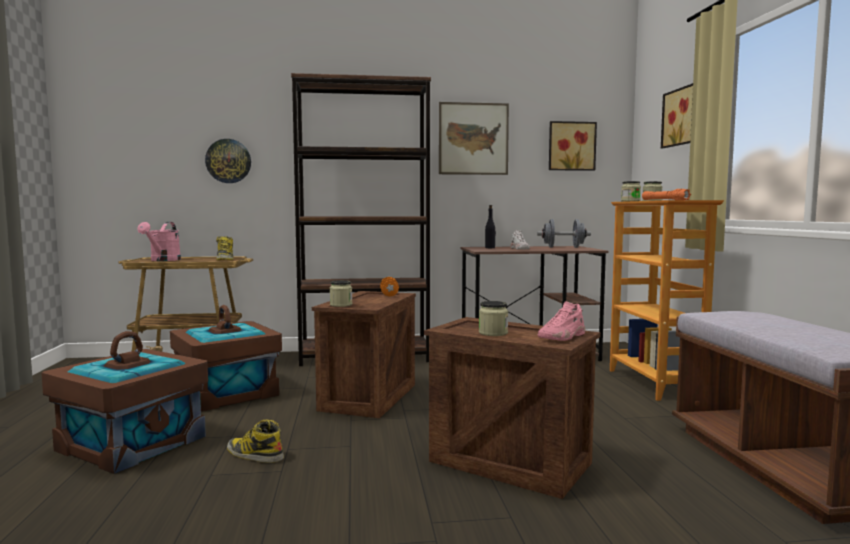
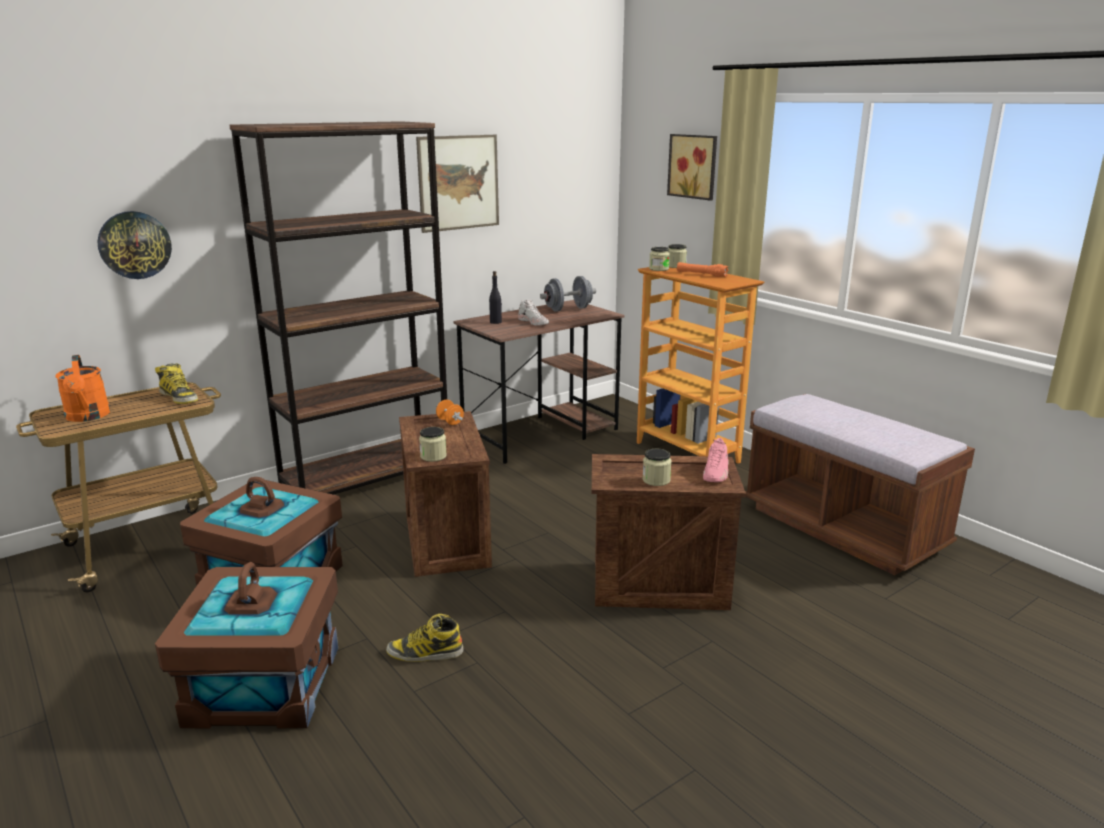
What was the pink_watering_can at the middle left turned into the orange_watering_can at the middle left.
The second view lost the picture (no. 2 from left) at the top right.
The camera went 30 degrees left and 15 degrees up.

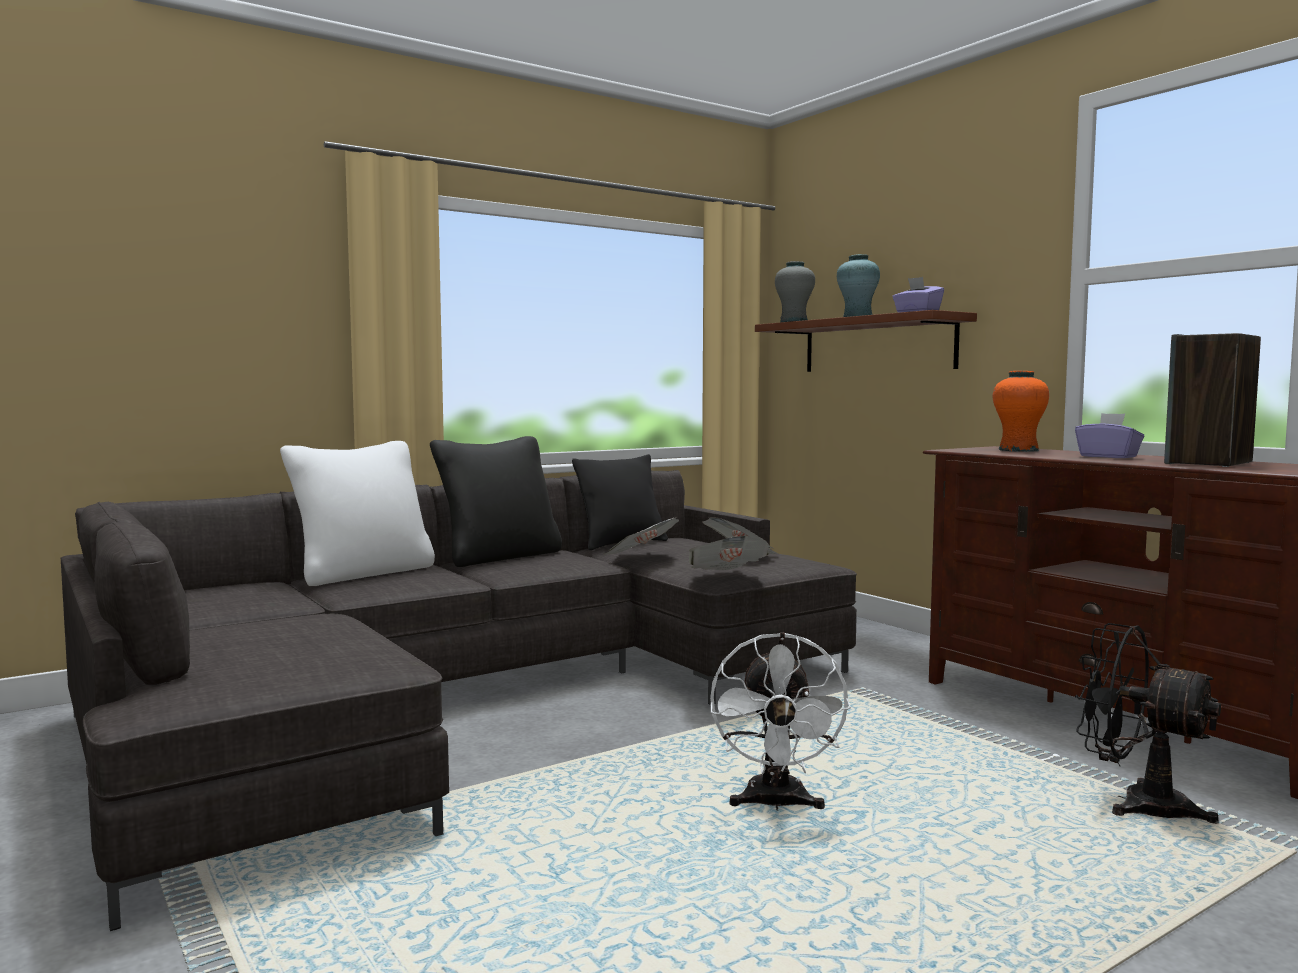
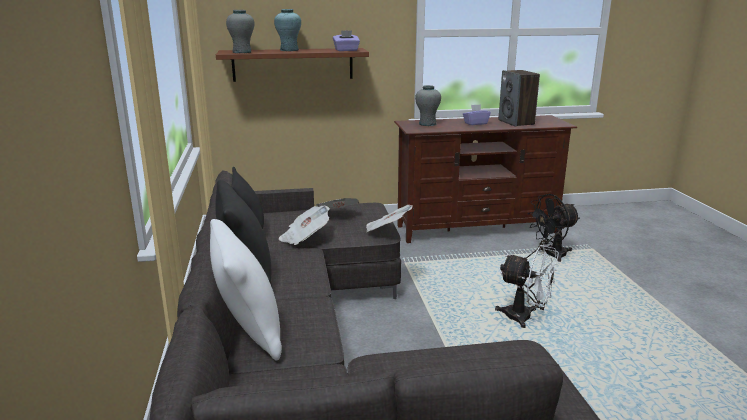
What was the orange_vase at the middle right turned into the grey_vase (no. 2 from left) at the top centre.
The camera went 65 degrees left and 15 degrees up.

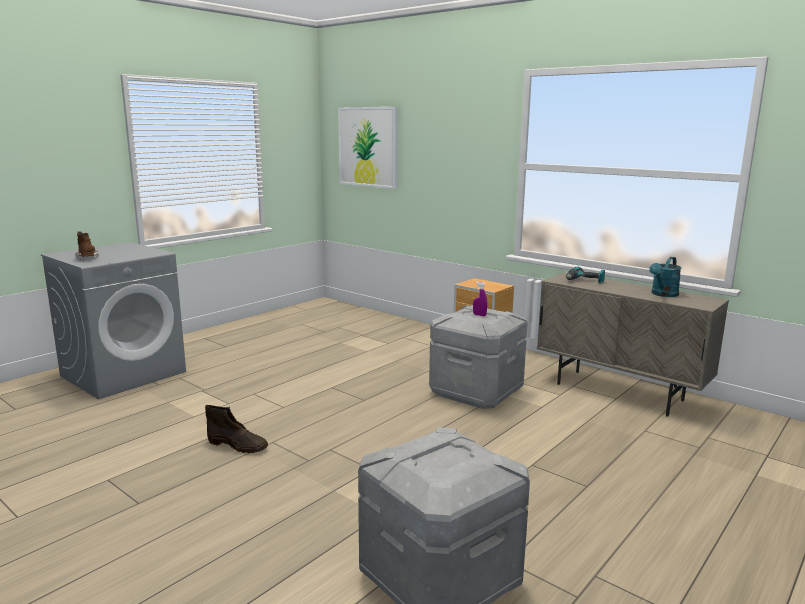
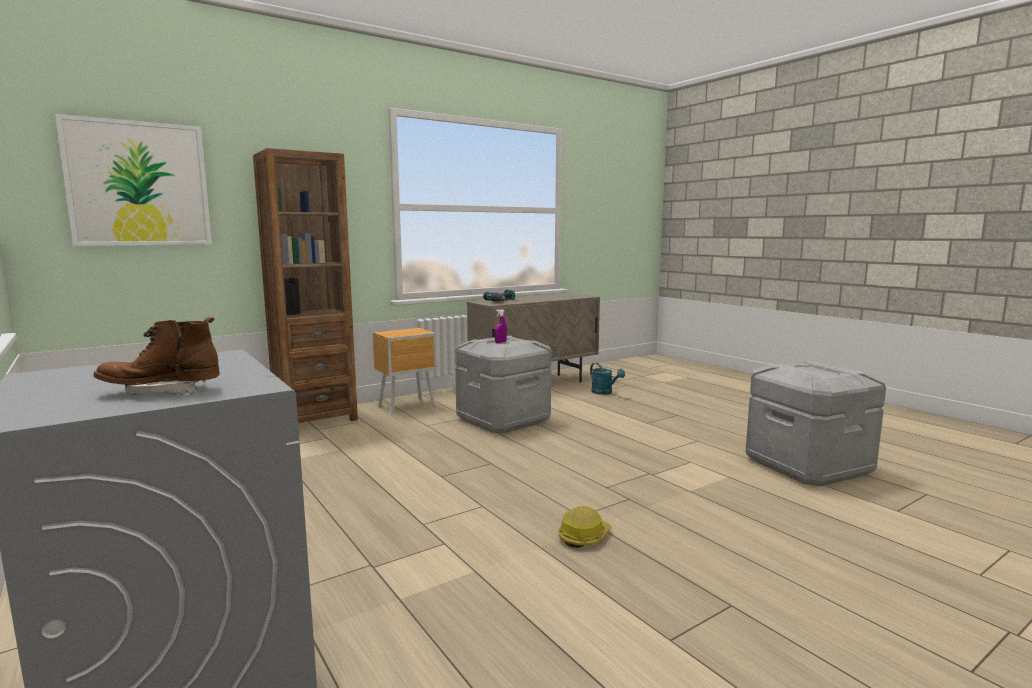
Where the brown_boot (no. 2 from left) stood at the bottom left, the hard_hat came to stand at the bottom centre.
The turquoise_watering_can ended up elsewhere, having gone from the middle right to the centre.
The second view gained the brown_bookcase at the middle left.
The camera went 75 degrees left and 5 degrees down.

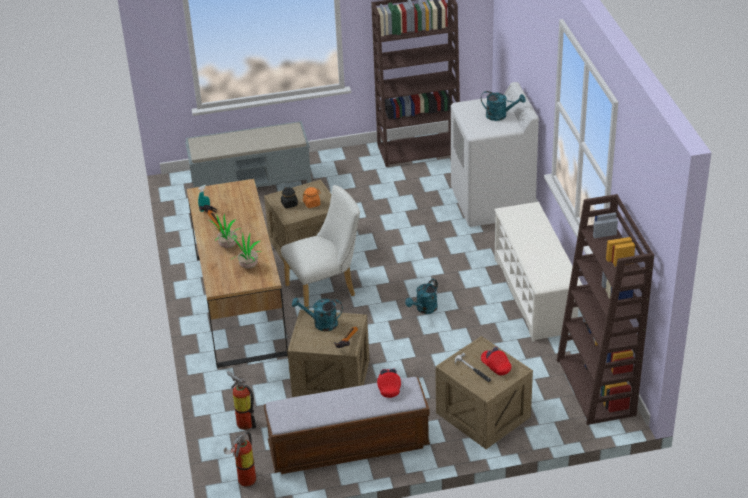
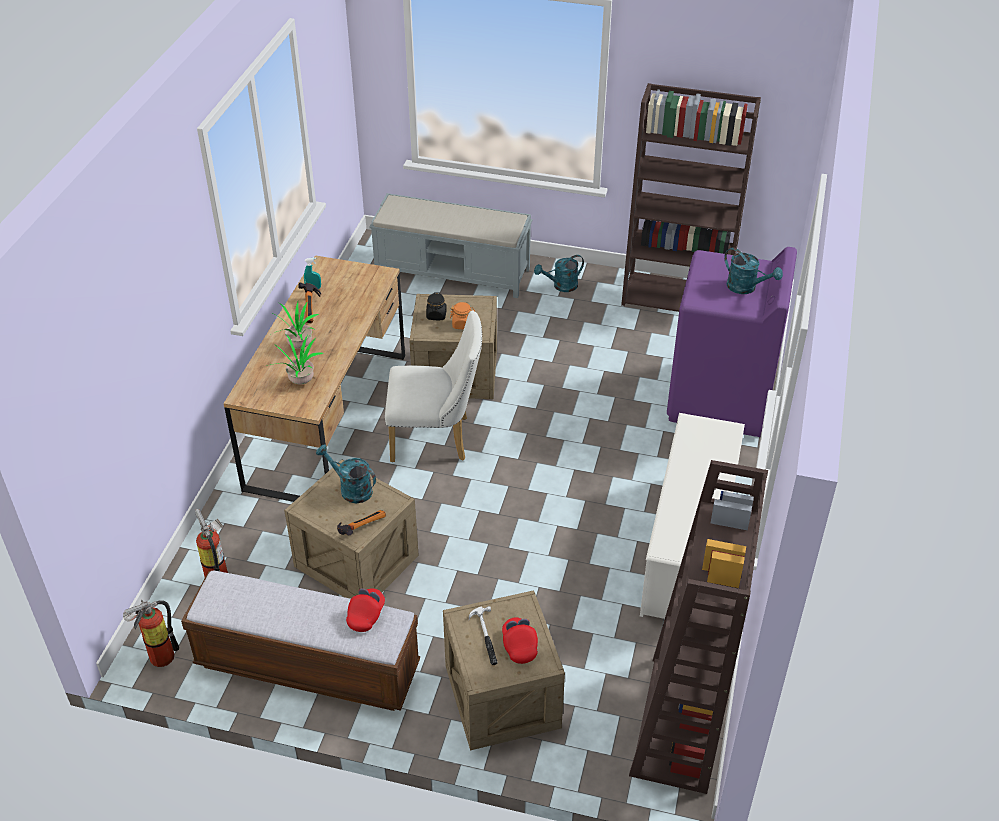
The turquoise_watering_can (no. 2 from left) ended up elsewhere, having gone from the centre to the top centre.
What was the white_washing_machine at the top centre turned into the purple_washing_machine at the middle right.
The camera went 25 degrees right and 5 degrees up.

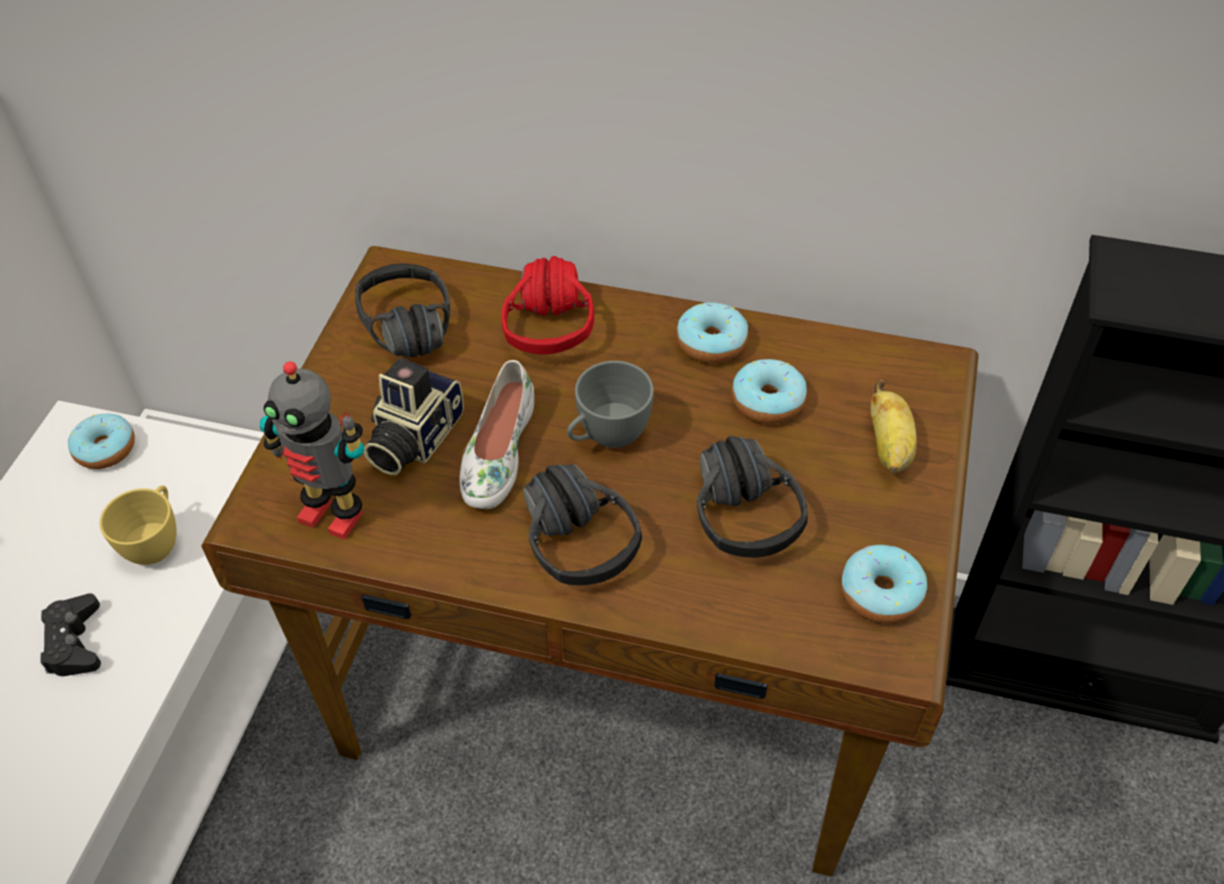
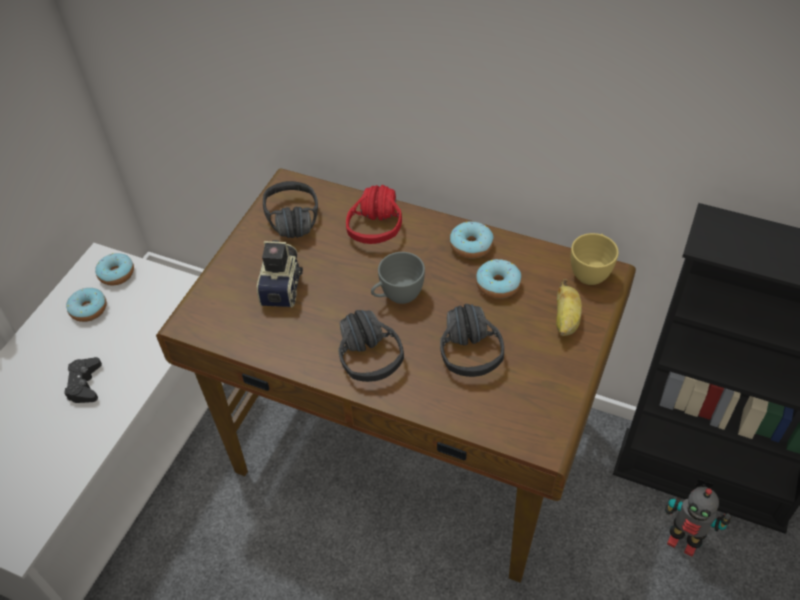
The yellow_cup ended up elsewhere, having gone from the middle left to the middle right.
The toy_robot ended up elsewhere, having gone from the middle left to the bottom right.
The photo_camera at the centre ended up facing another way, 150 degrees clockwise from before.
The second view lost the white_shoe at the centre.
The donut (no. 4 from left in the first image) ended up elsewhere, having gone from the middle right to the middle left.
The camera went 10 degrees right and 0 degrees up.

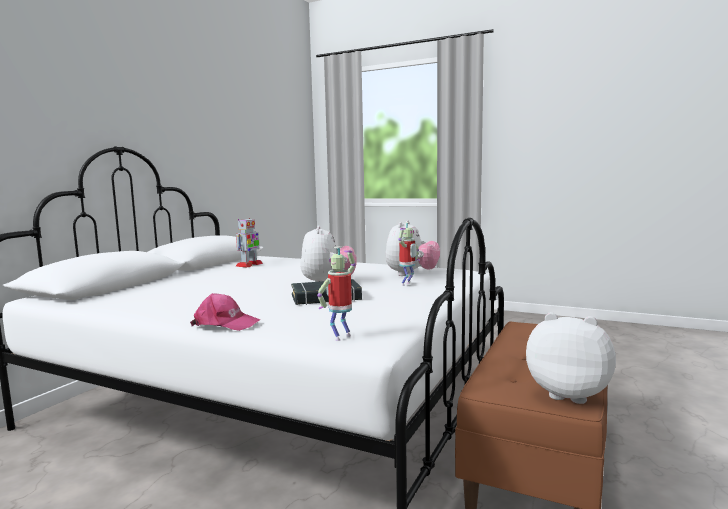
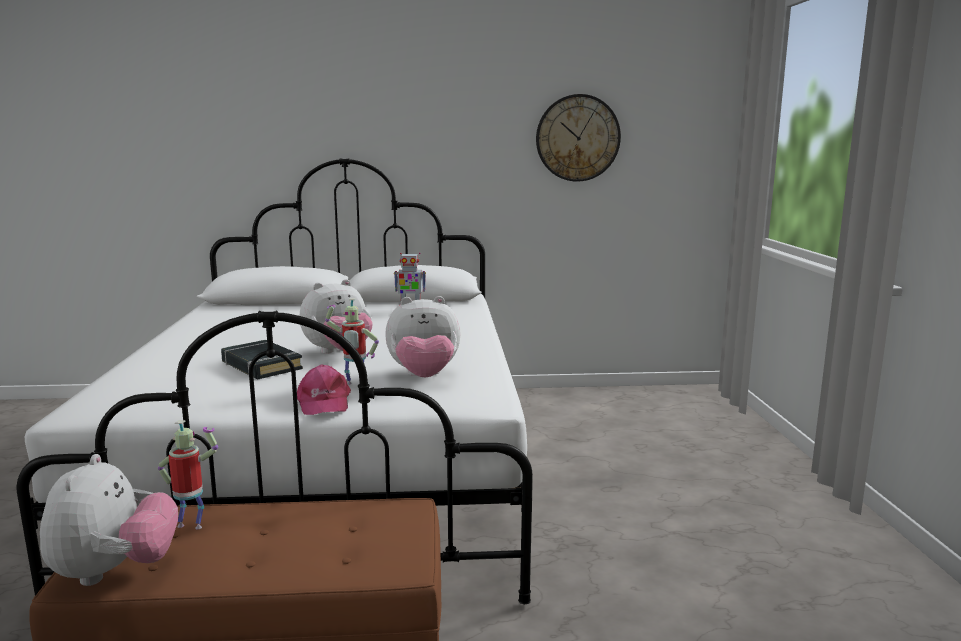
The pink_cap ended up elsewhere, having gone from the middle left to the centre.
The toy_robot (no. 2 from left in the first image) ended up elsewhere, having gone from the centre to the bottom left.
The second view gained the wall_clock at the top centre.
The camera went 60 degrees right and 5 degrees up.

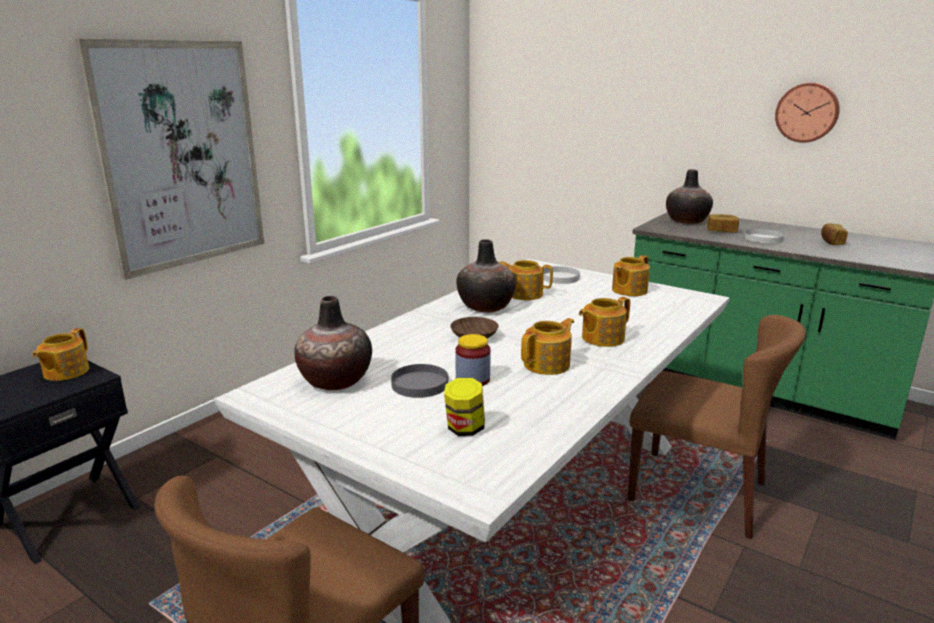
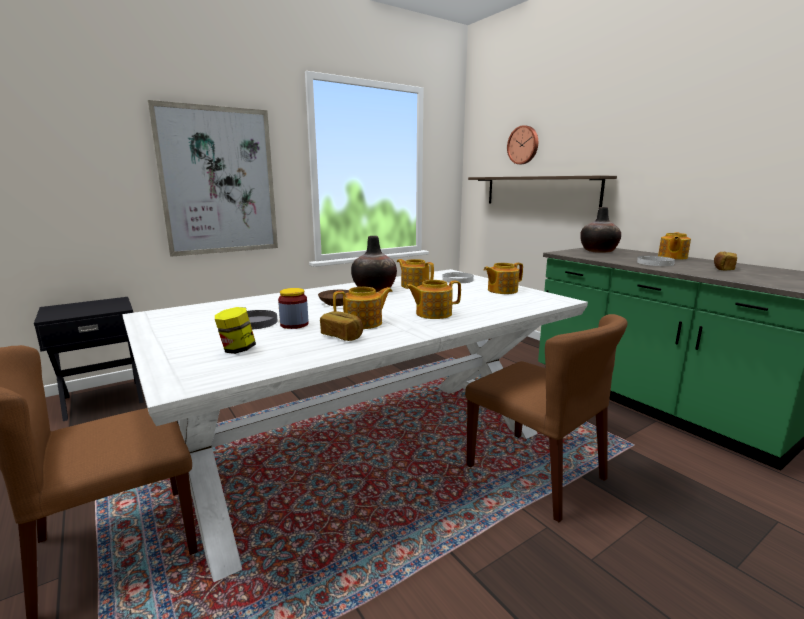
The teapot (no. 1 from left in the first image) ended up elsewhere, having gone from the middle left to the middle right.
The second view lost the vase (no. 1 from left) at the centre.
The bread (no. 1 from left) ended up elsewhere, having gone from the middle right to the centre.
The wall_clock ended up elsewhere, having gone from the top right to the top centre.
The second view gained the shelf at the top right.
The camera went 20 degrees right and 5 degrees down.

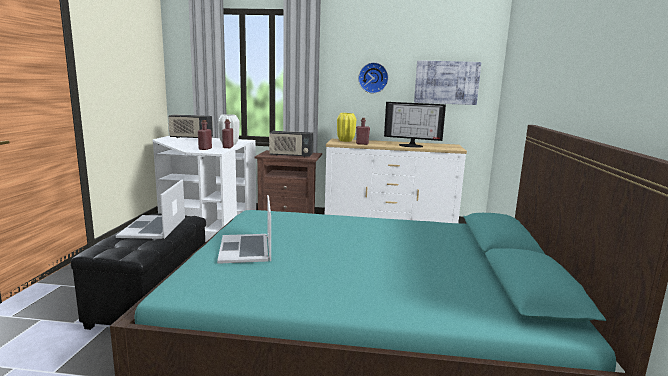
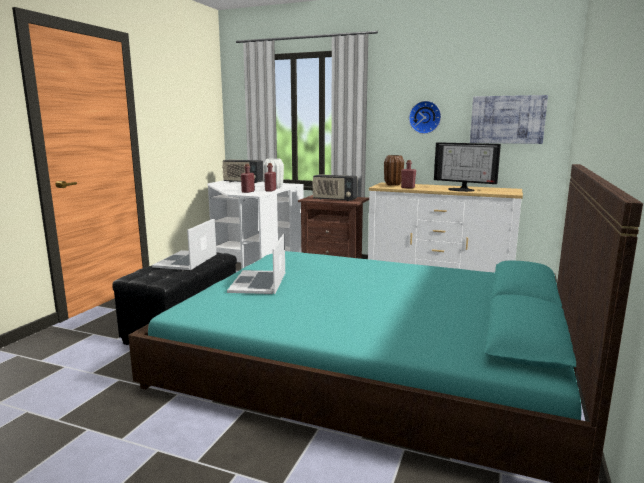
What was the yellow_vase at the centre turned into the brown_vase at the centre.
The camera went 15 degrees right and 0 degrees up.

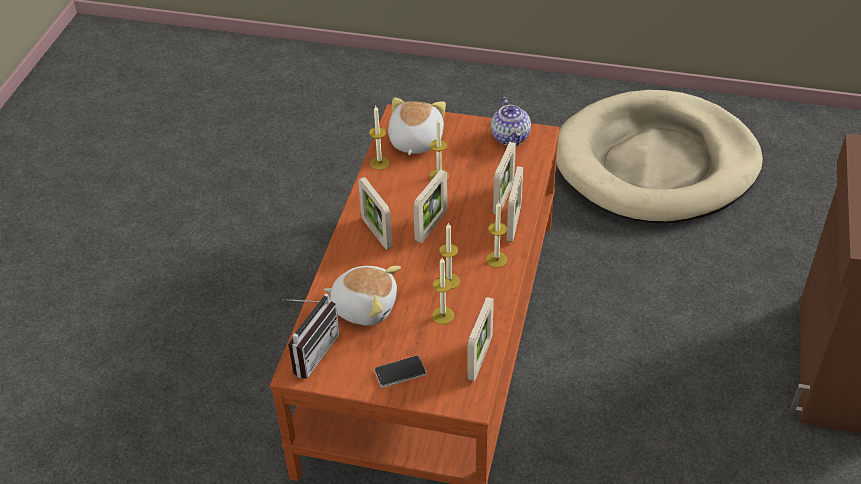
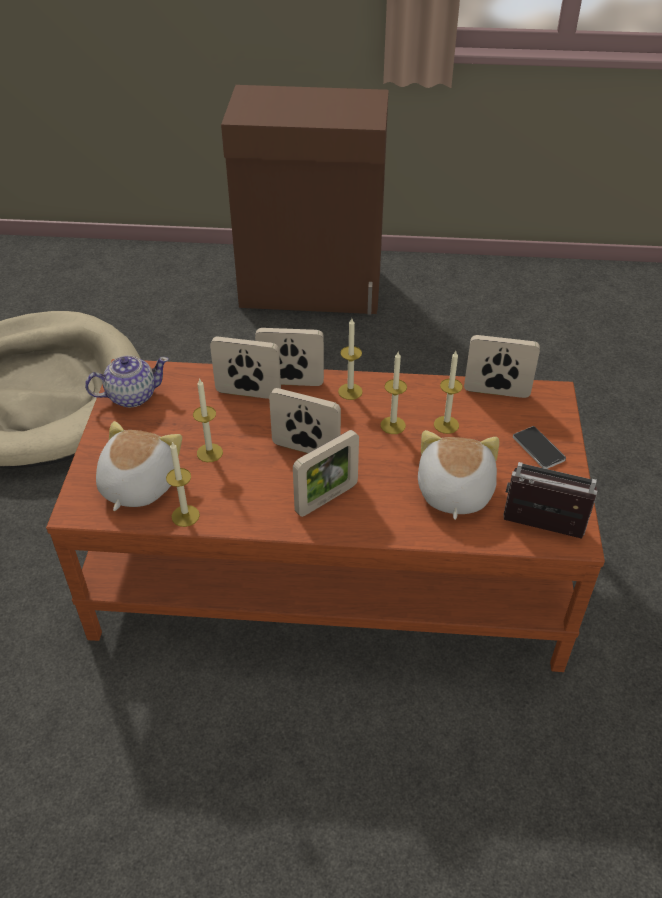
The plush_toy (no. 2 from left in the first image) at the top centre ended up facing another way, 105 degrees clockwise from before.
The camera went 100 degrees left and 0 degrees up.

